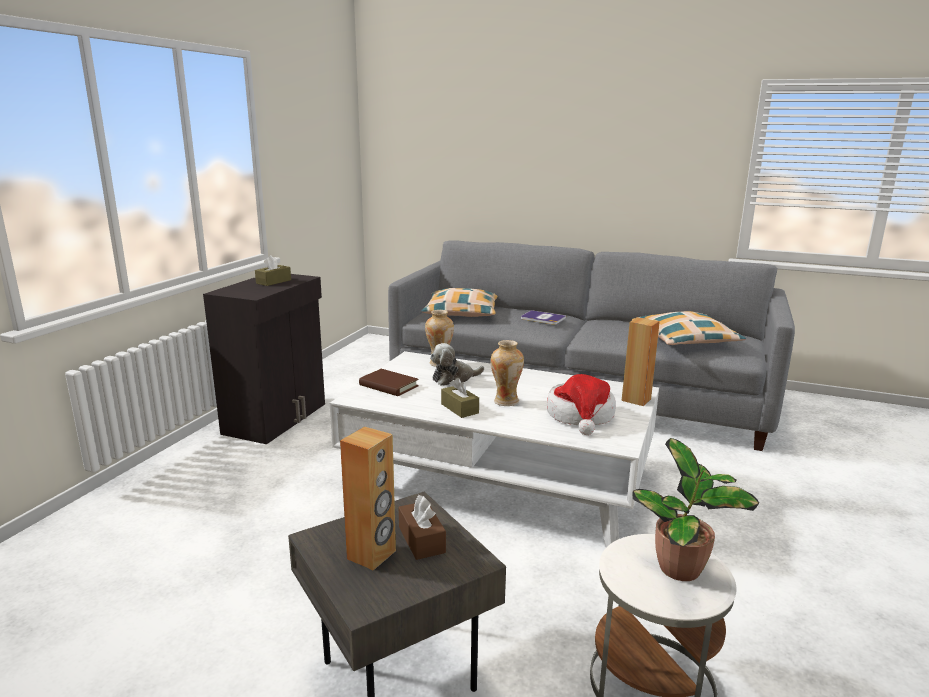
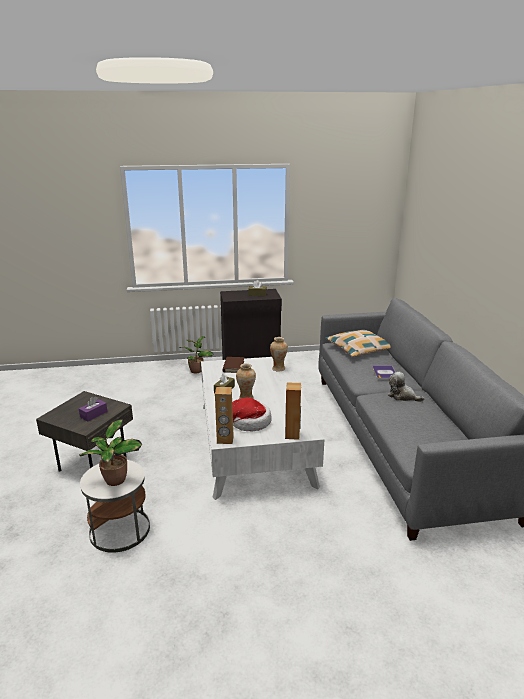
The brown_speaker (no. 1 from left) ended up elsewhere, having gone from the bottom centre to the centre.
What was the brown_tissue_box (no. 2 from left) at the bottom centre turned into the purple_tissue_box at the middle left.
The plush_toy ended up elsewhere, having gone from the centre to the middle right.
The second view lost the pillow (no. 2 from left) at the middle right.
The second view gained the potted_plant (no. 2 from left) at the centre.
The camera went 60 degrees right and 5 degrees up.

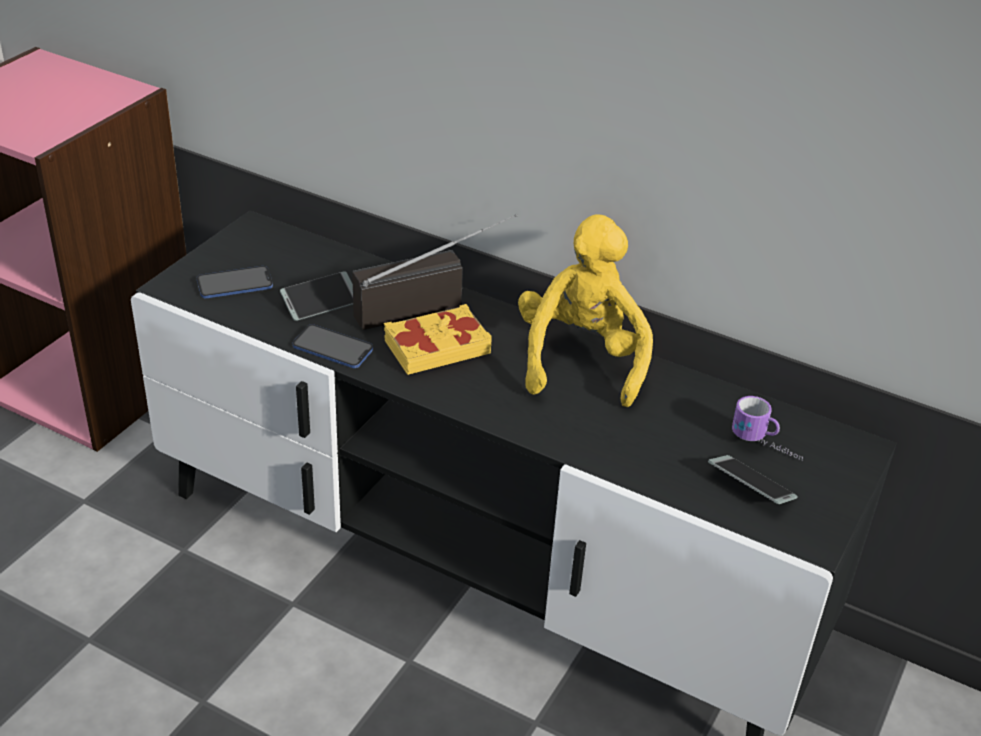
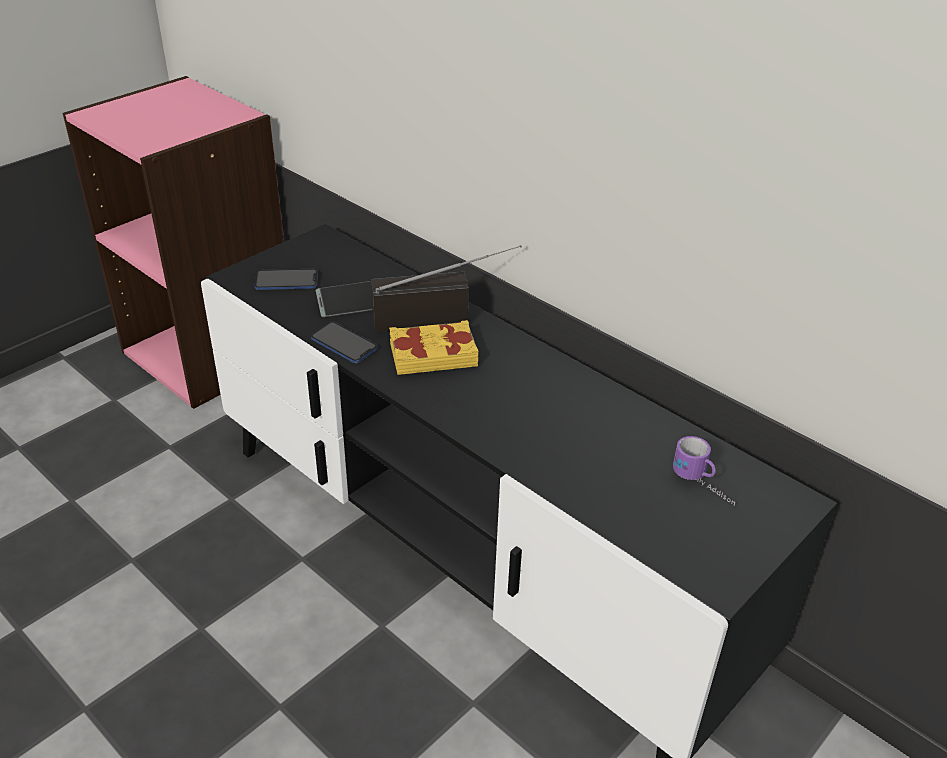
The second view lost the yellow_plush_toy at the centre.
The second view lost the phone (no. 4 from left) at the middle right.
The camera went 15 degrees right and 0 degrees up.

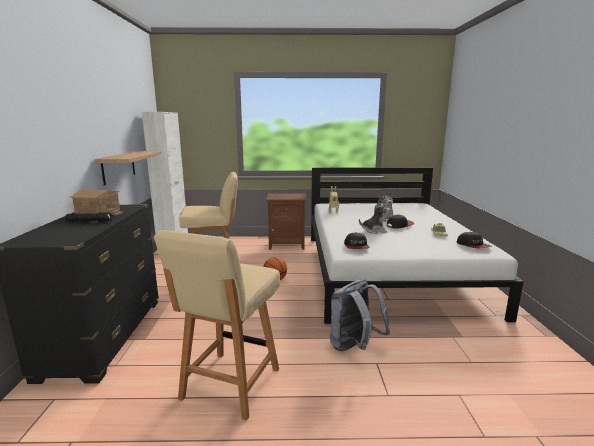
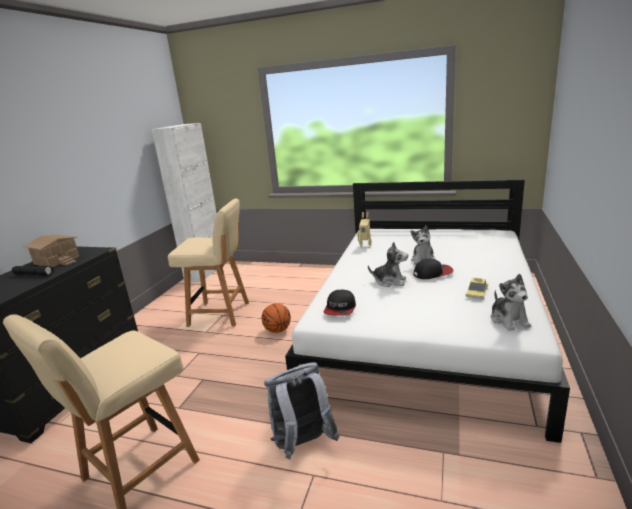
The second view lost the shelf at the middle left.
The second view lost the brown_nightstand at the centre.
Where the cap (no. 3 from left) stood at the middle right, the plush_toy (no. 3 from left) came to stand at the middle right.
The camera went 20 degrees right and 5 degrees up.

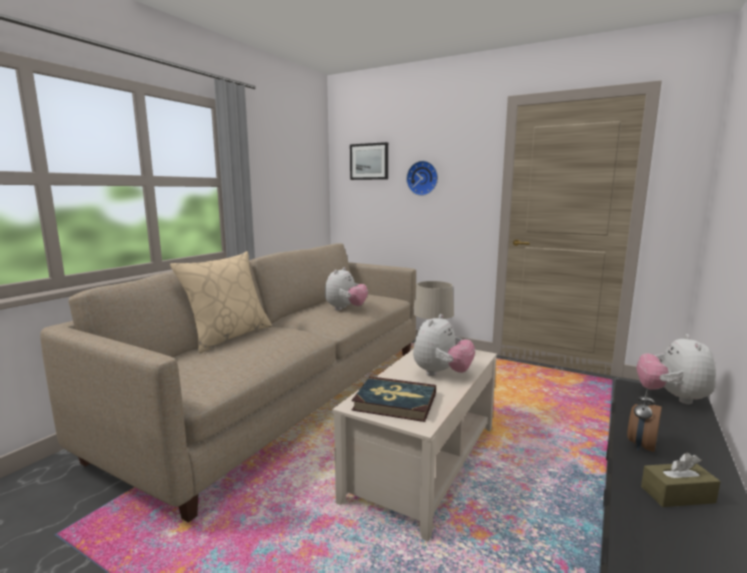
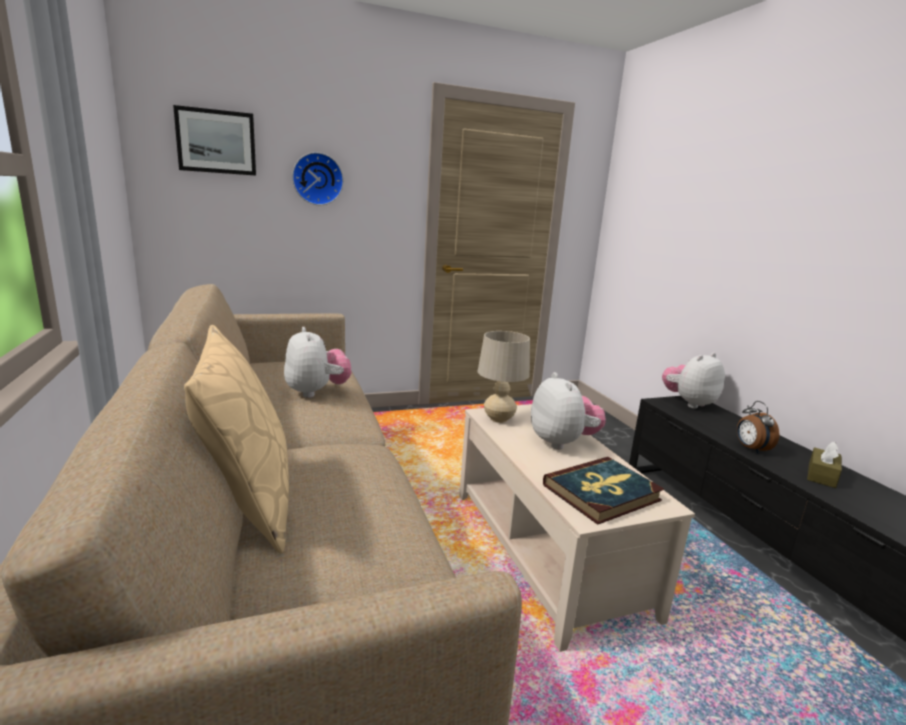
The plush_toy (no. 3 from left) at the middle right ended up facing another way, 90 degrees clockwise from before.
The camera went 50 degrees left and 5 degrees up.

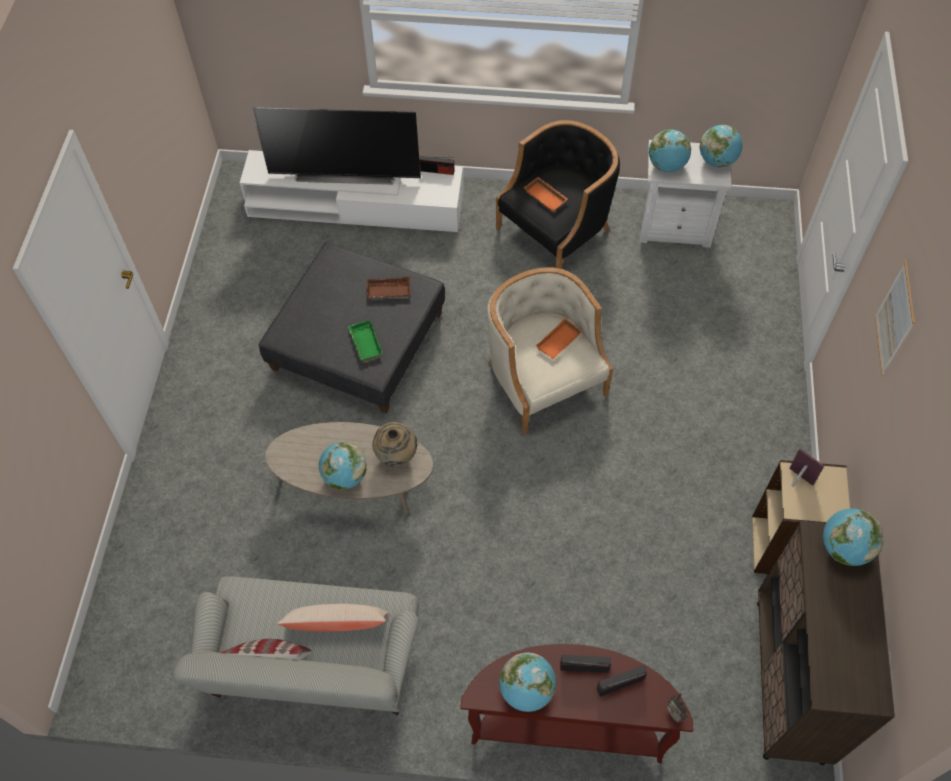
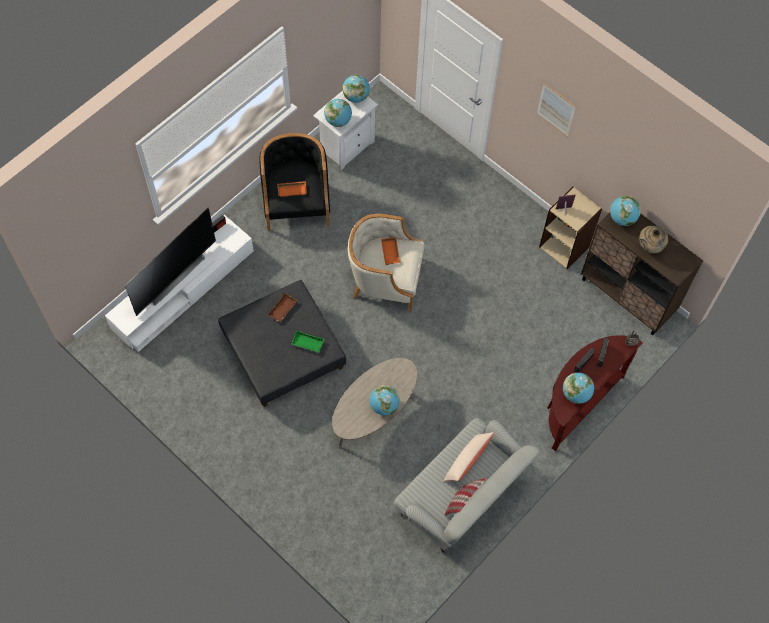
The beige_vase ended up elsewhere, having gone from the centre to the middle right.
The camera went 55 degrees left and 5 degrees up.

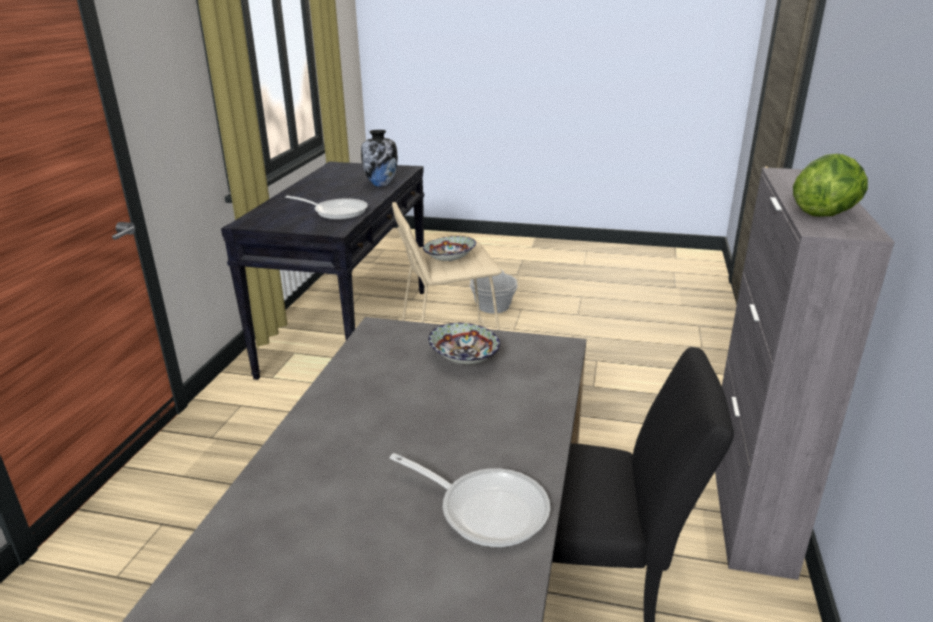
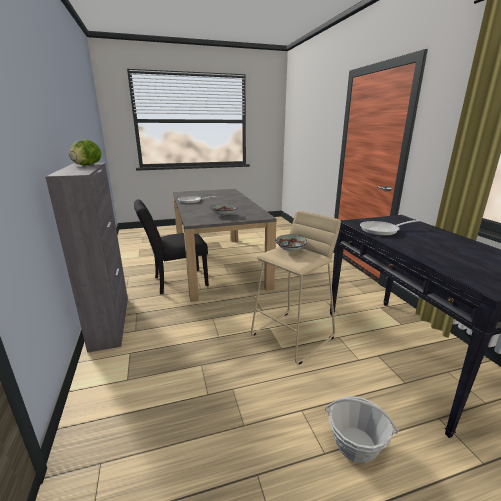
The second view lost the vase at the top centre.
The camera went 150 degrees right and 5 degrees down.

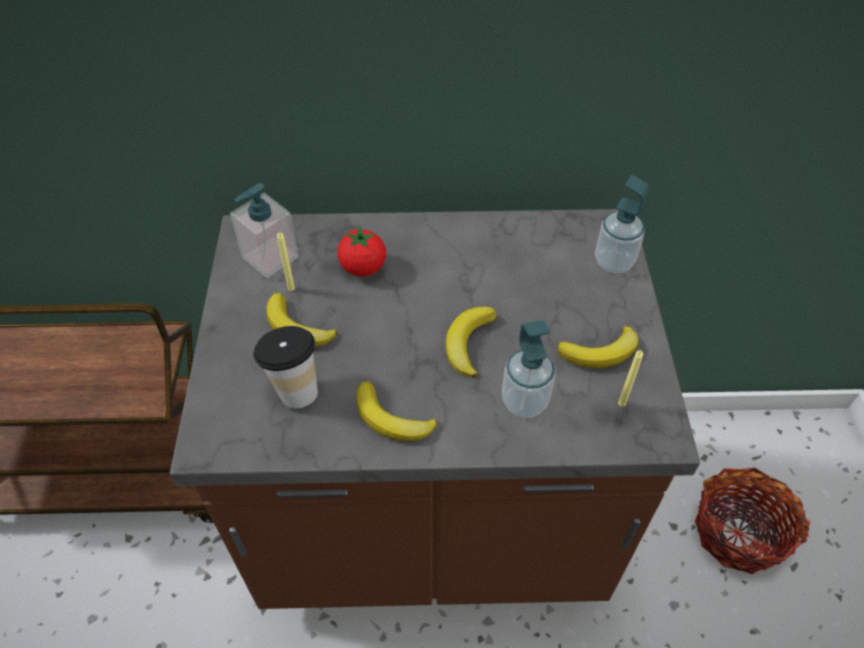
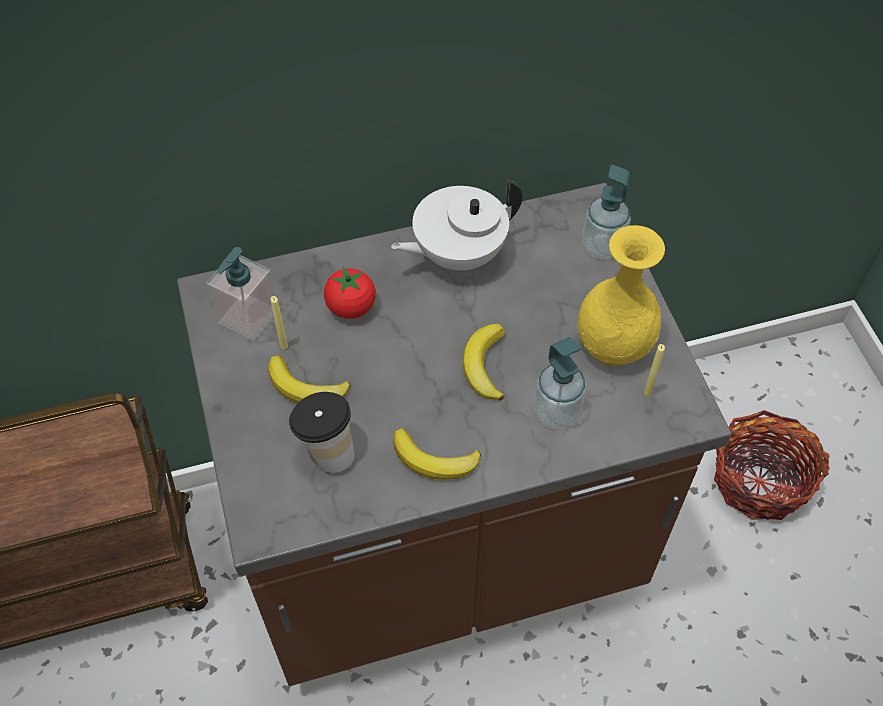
Where the banana (no. 4 from left) stood at the middle right, the yellow_vase came to stand at the middle right.
The second view gained the white_teapot at the top centre.
The camera went 15 degrees left and 5 degrees up.

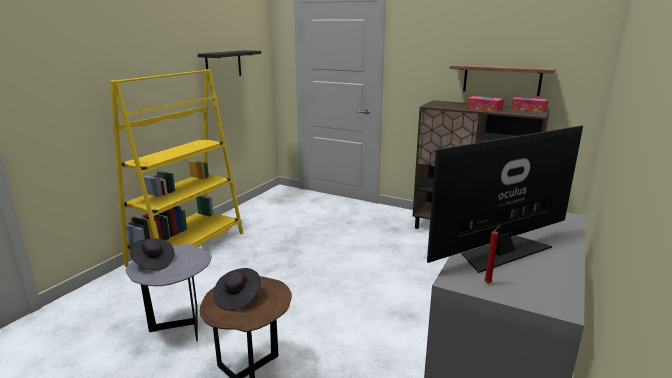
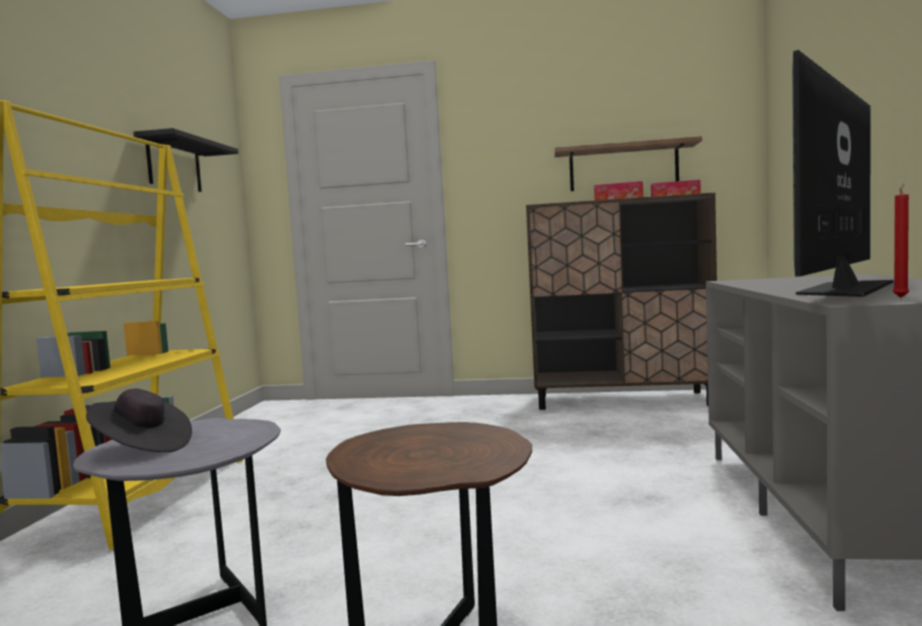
The second view lost the black_hat (no. 2 from left) at the bottom centre.
The camera went 20 degrees left and 15 degrees down.

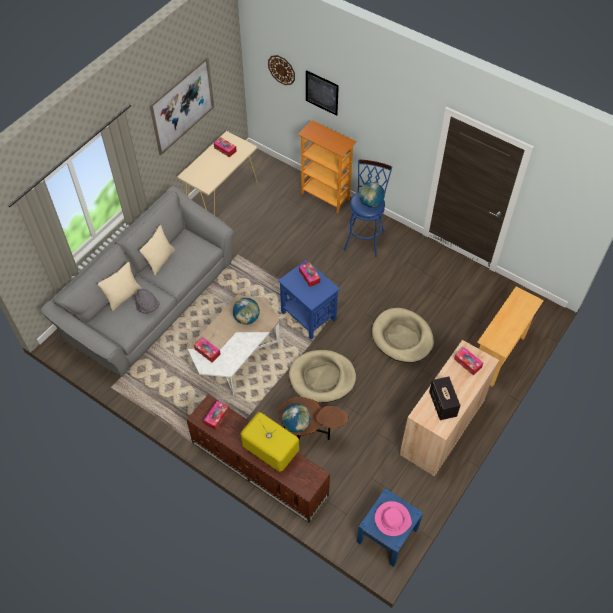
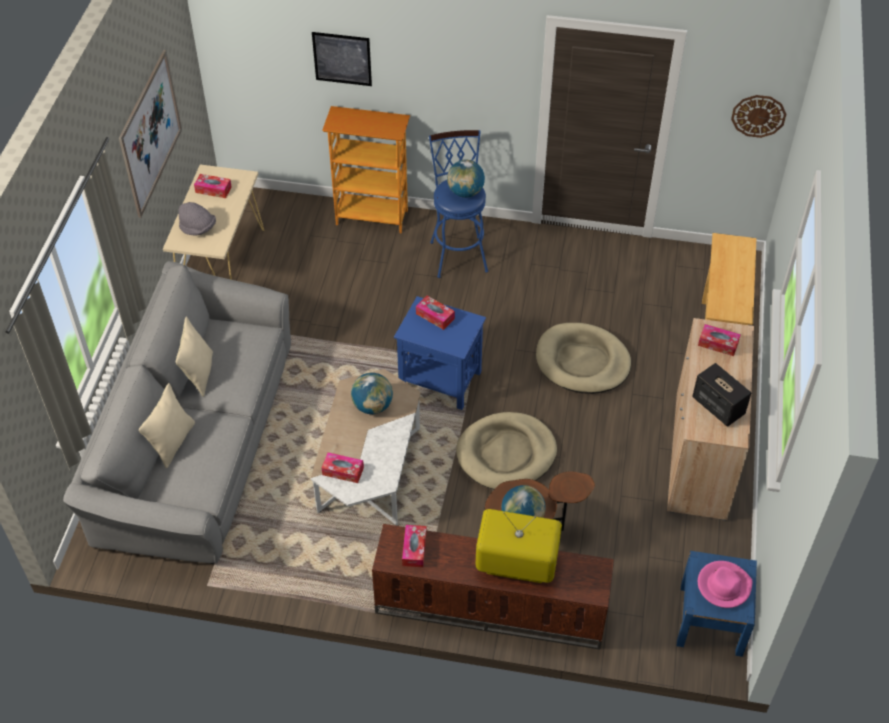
The grey_hat ended up elsewhere, having gone from the middle left to the top left.
The wall_clock ended up elsewhere, having gone from the top centre to the top right.
The camera went 25 degrees left and 5 degrees down.

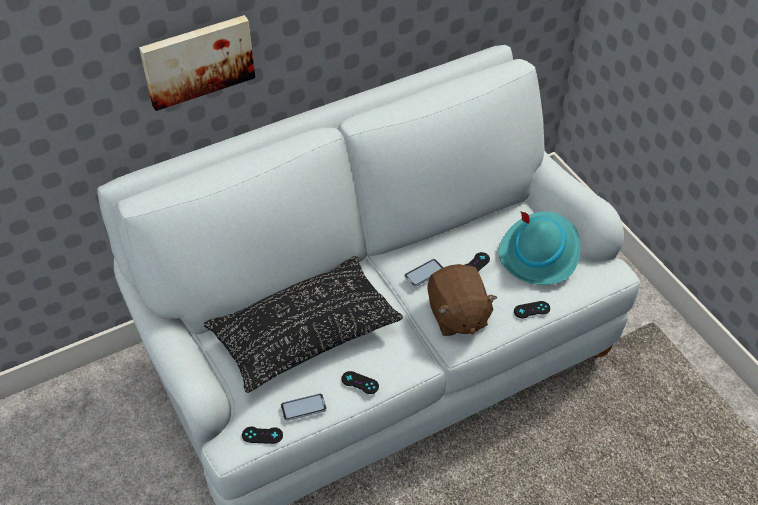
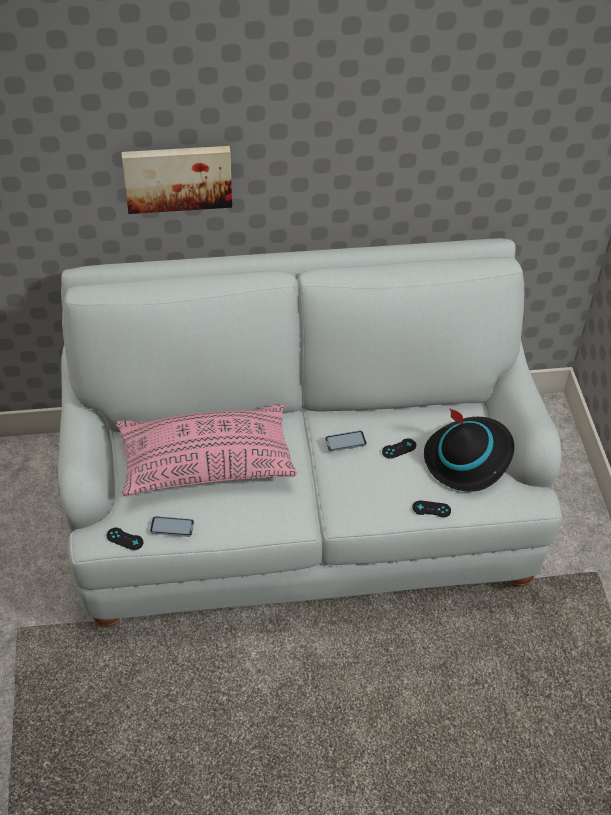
What was the black_pillow at the centre turned into the pink_pillow at the centre.
The second view lost the black_game_controller (no. 2 from left) at the bottom centre.
The second view lost the brown_plush_toy at the centre.
What was the turquoise_hat at the middle right turned into the black_hat at the middle right.
The camera went 20 degrees right and 0 degrees up.

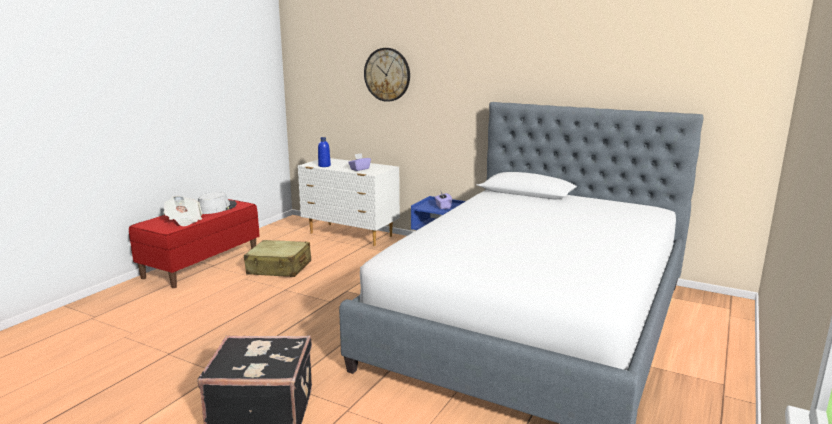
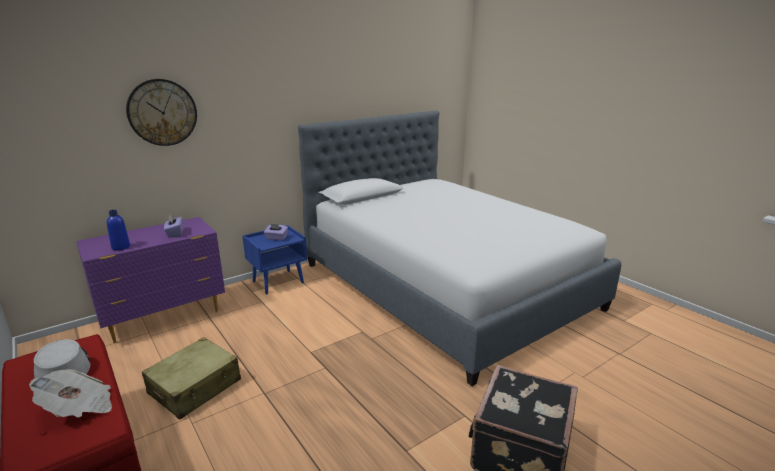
What was the white_dresser at the centre turned into the purple_dresser at the middle left.
The camera went 65 degrees left and 5 degrees up.

